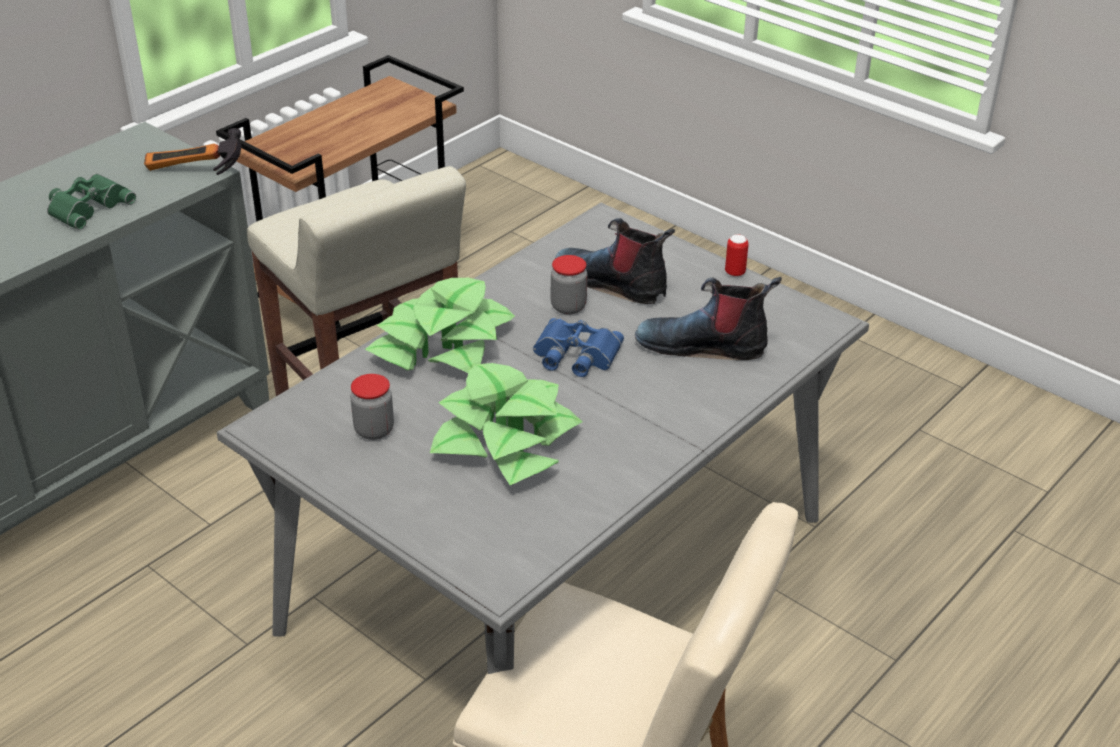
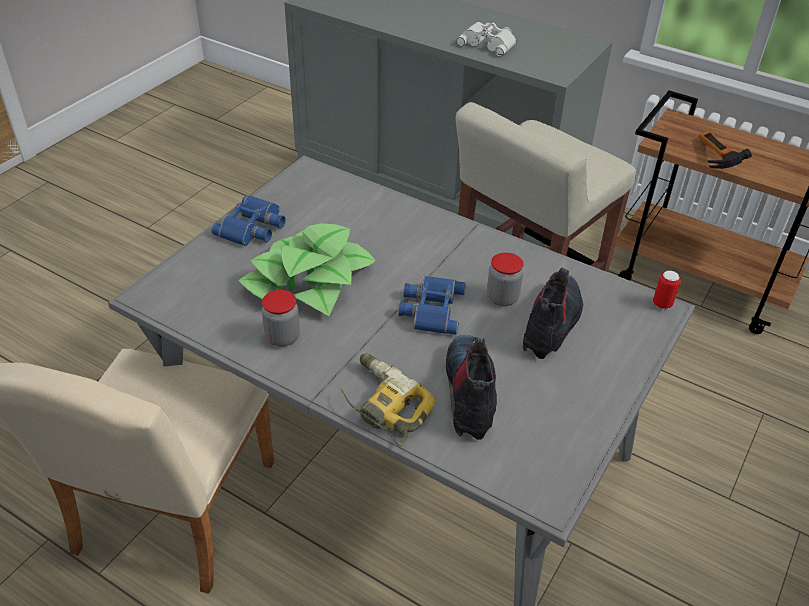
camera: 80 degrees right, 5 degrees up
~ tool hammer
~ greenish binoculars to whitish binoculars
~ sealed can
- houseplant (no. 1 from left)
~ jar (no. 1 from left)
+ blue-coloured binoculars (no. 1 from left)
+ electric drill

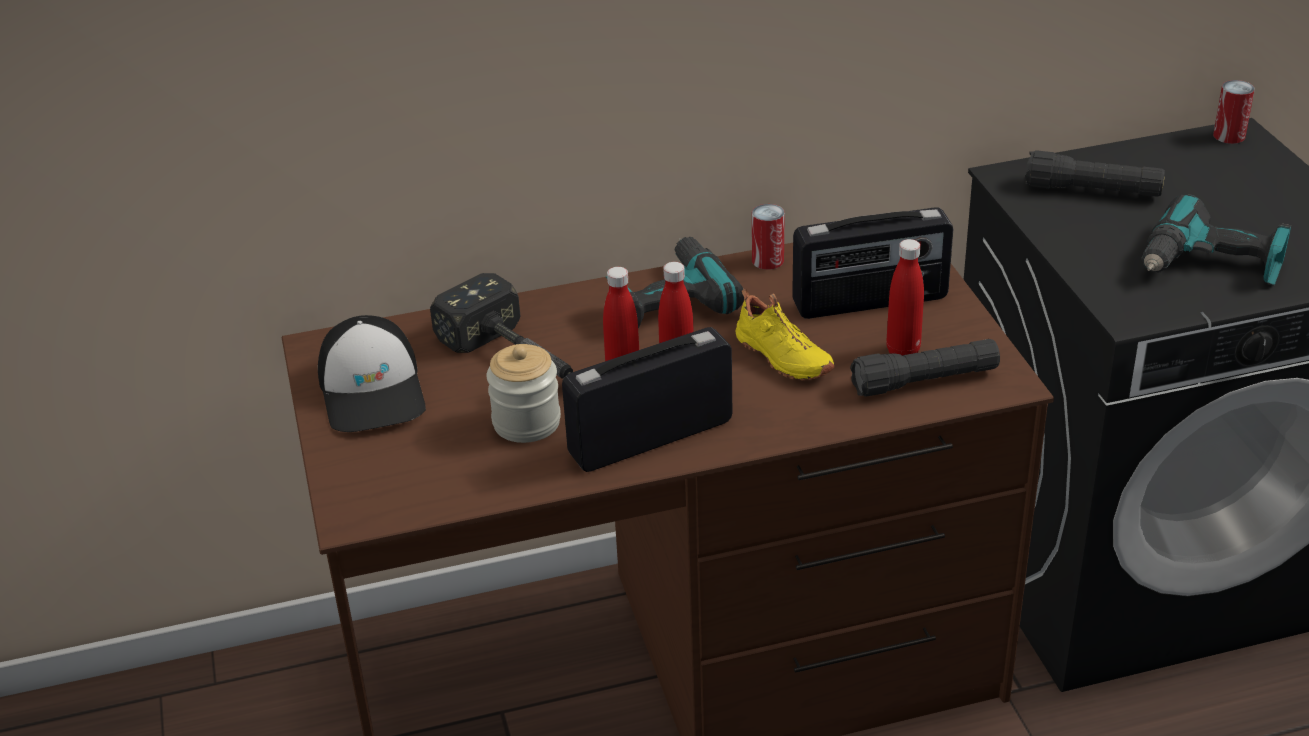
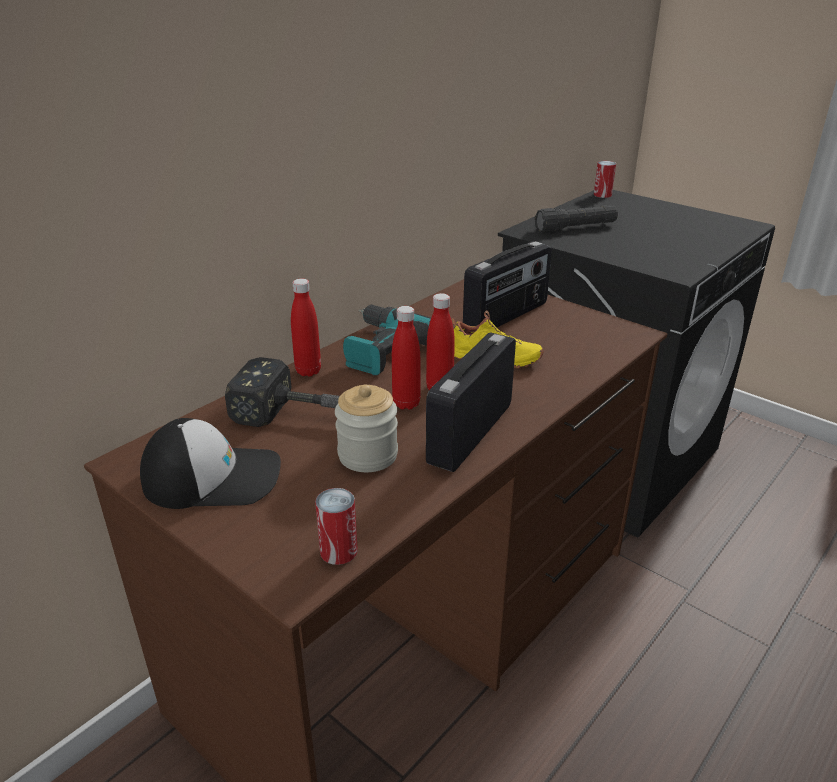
camera: 35 degrees left, 5 degrees down
- electric drill (no. 2 from left)
~ sealed can (no. 1 from left)
~ red-coloured drink bottle (no. 3 from left in the first image) to red-coloured drink bottle (no. 1 from left)
~ baseball cap 45 degrees counterclockwise
- blackish torch (no. 1 from left)

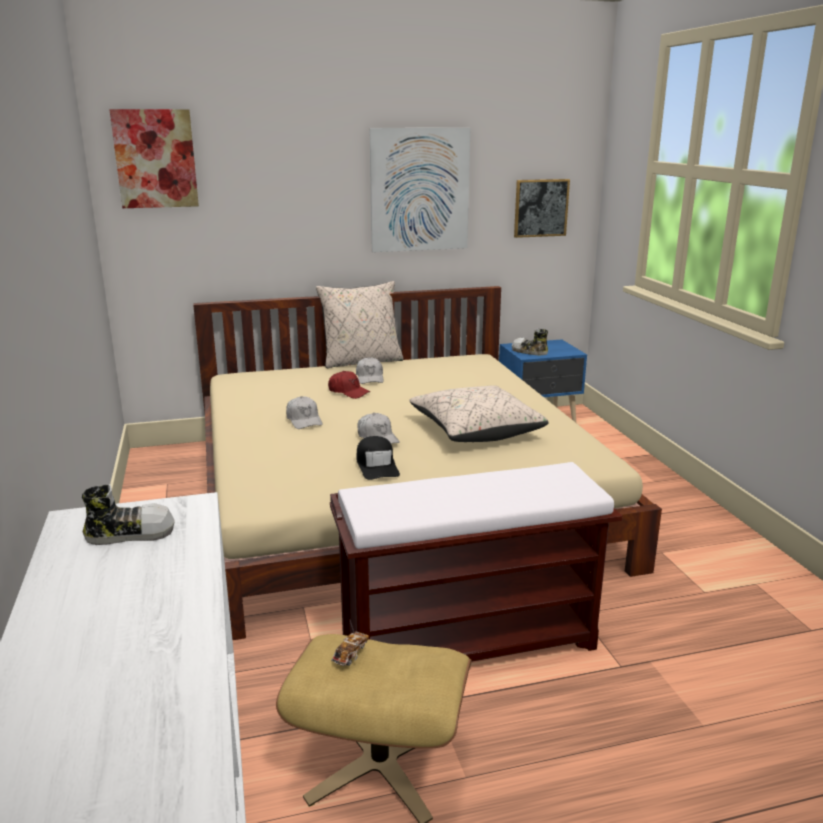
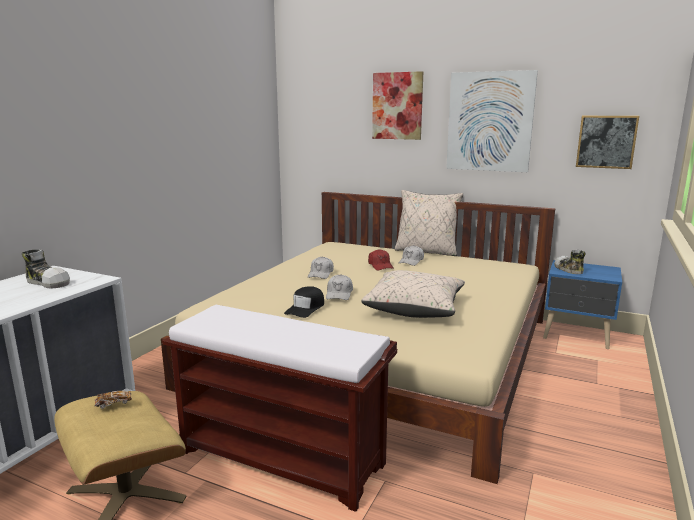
camera: 40 degrees right, 5 degrees down
~ picture (no. 1 from left)

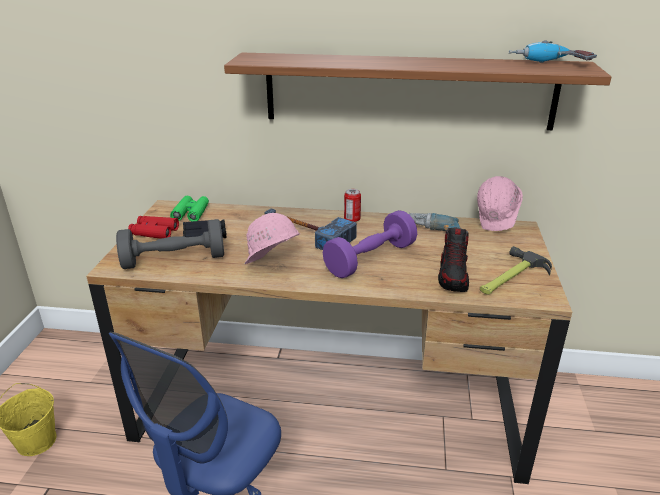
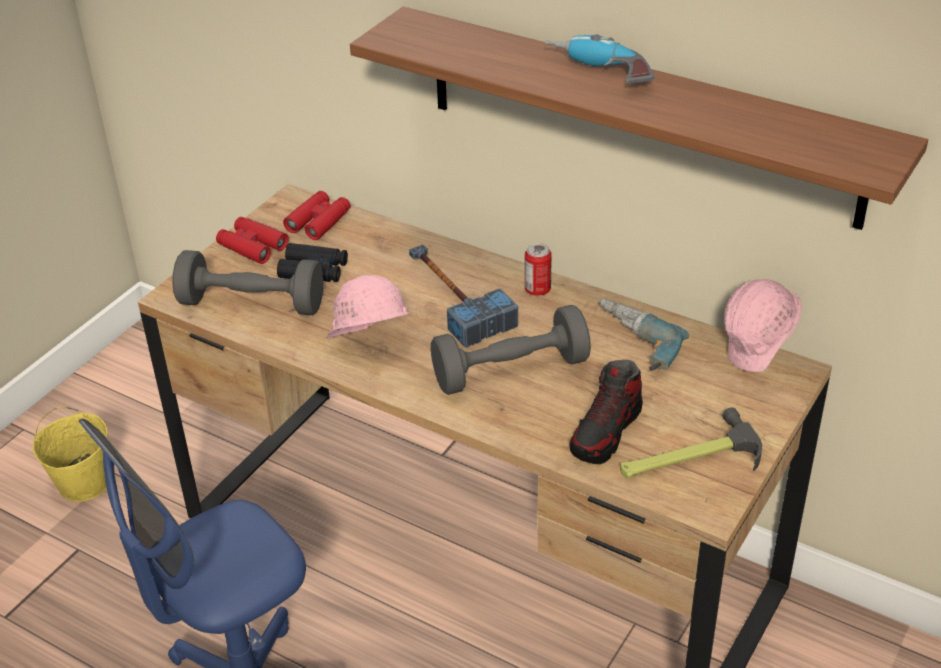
camera: 25 degrees right, 10 degrees up
~ electric drill (no. 2 from left in the first image) to electric drill (no. 1 from left)
~ greenish binoculars to red-coloured binoculars (no. 2 from left)
~ purple-coloured dumbbell to gray dumbbell (no. 2 from left)

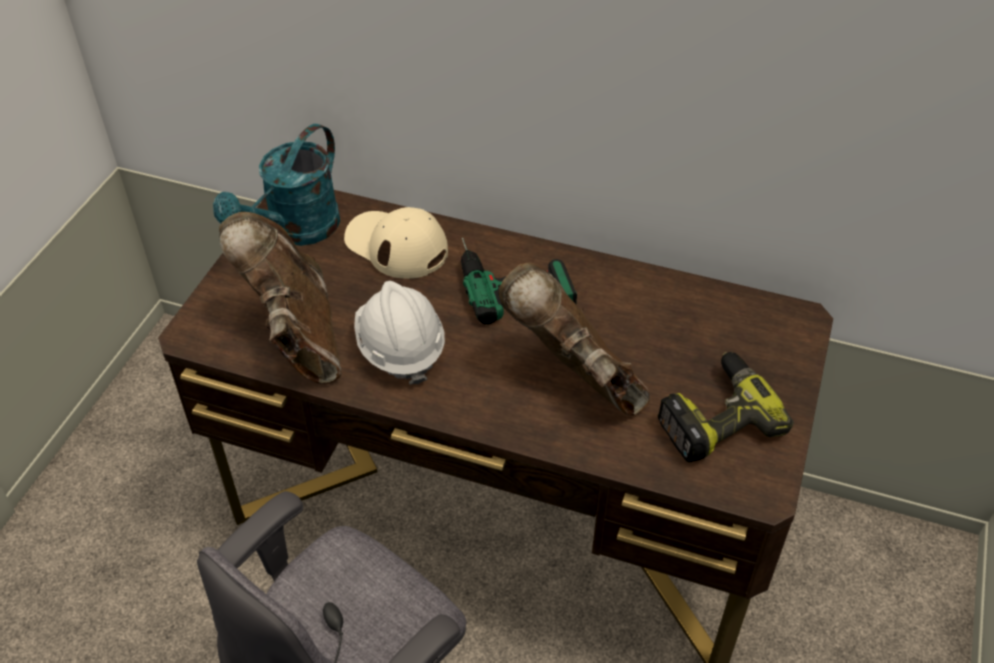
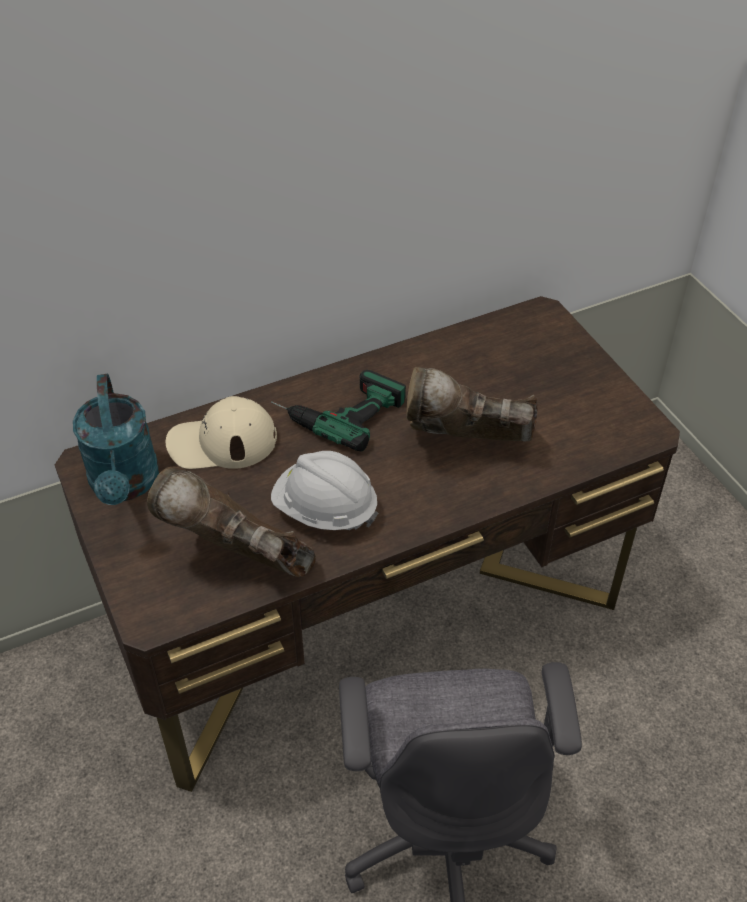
camera: 45 degrees left, 0 degrees up
- electric drill (no. 2 from left)

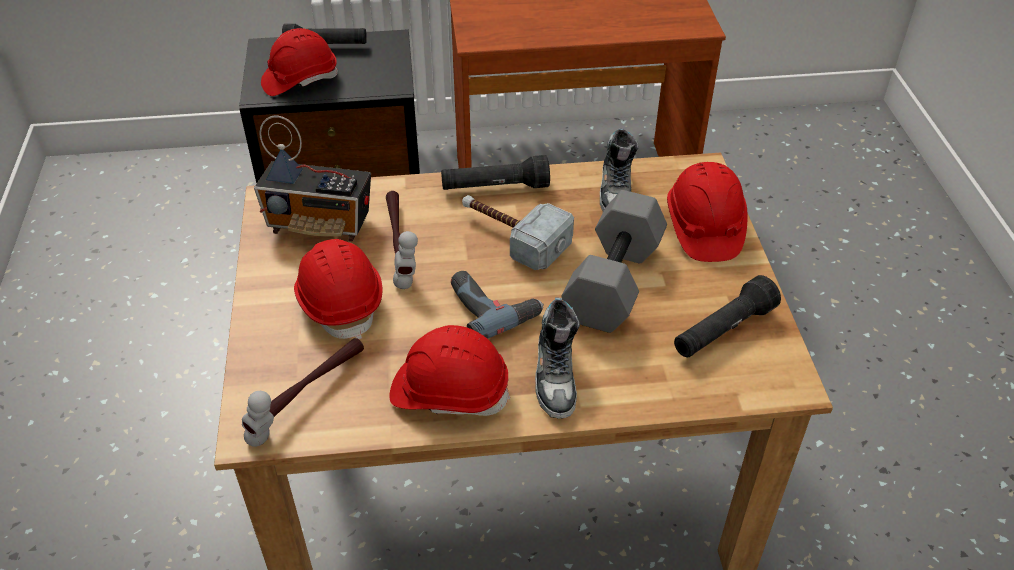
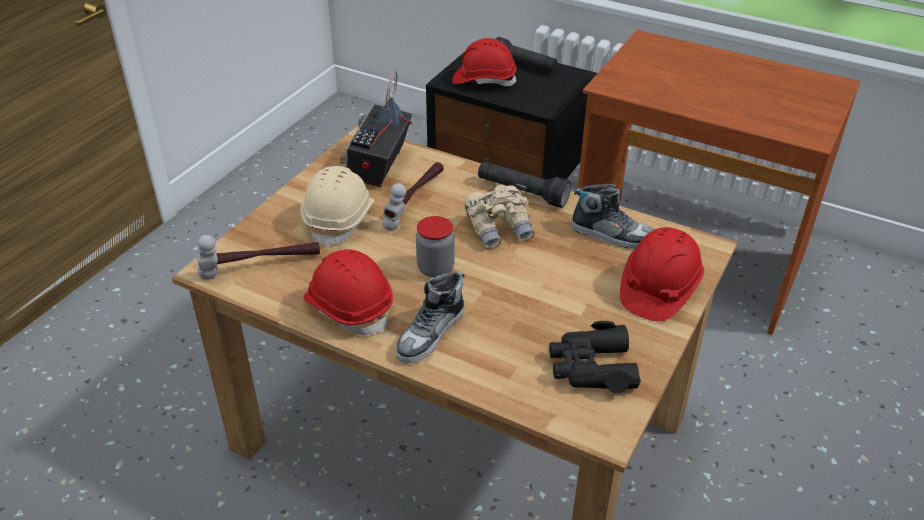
camera: 35 degrees right, 5 degrees down
~ radio set 60 degrees clockwise
~ low shoe (no. 2 from left) 105 degrees counterclockwise
- gray dumbbell
~ tool hammer (no. 3 from left) to beige-coloured binoculars
~ red-coloured hard hat (no. 2 from left) to beige-coloured hard hat
~ electric drill to jar
~ blackish torch (no. 3 from left) to blackish binoculars

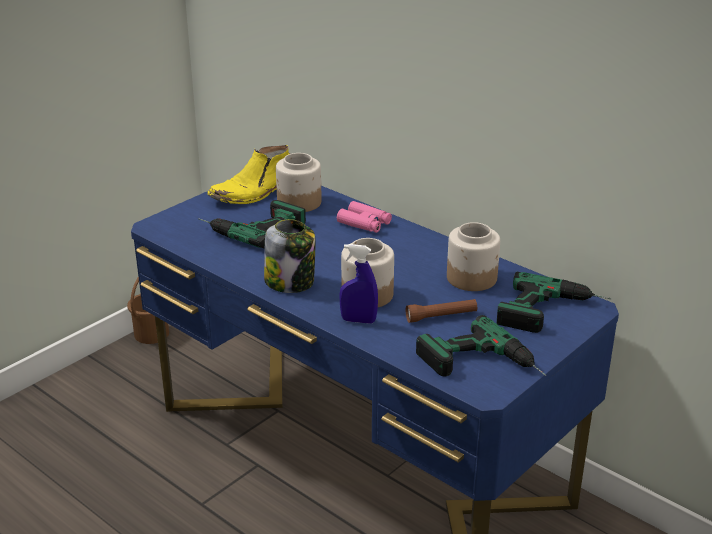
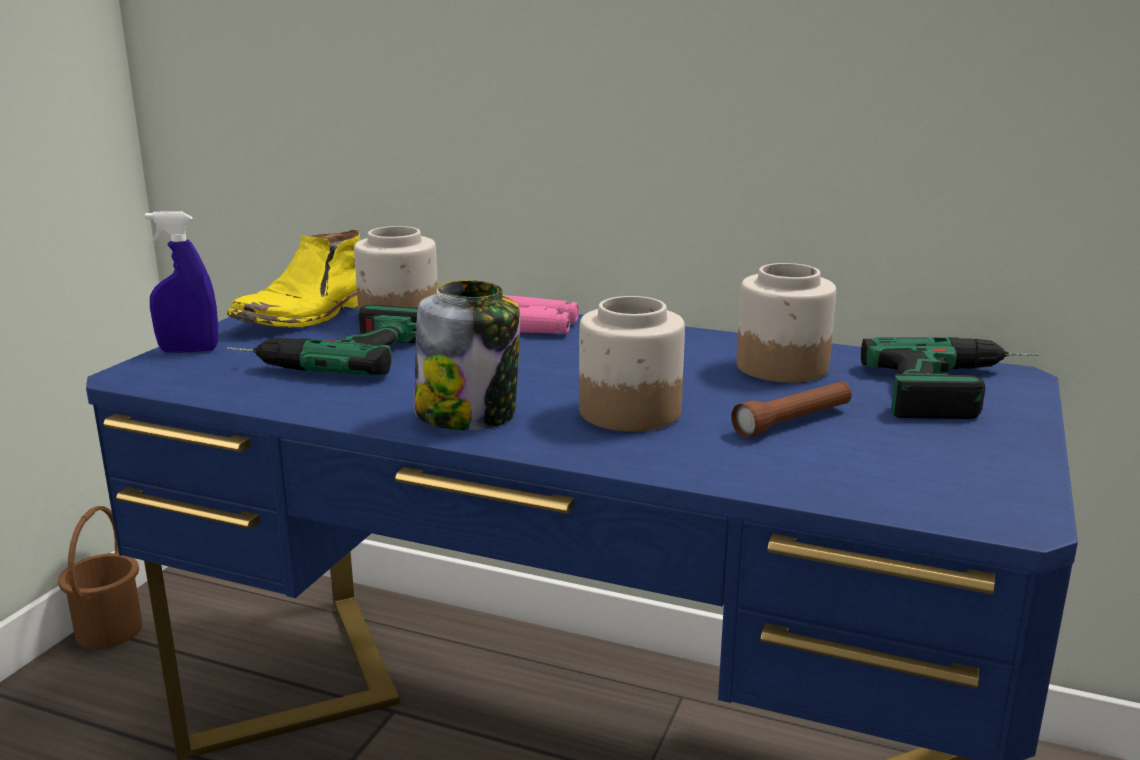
camera: 20 degrees left, 10 degrees down
~ blue-coloured sprayer
- electric drill (no. 2 from left)

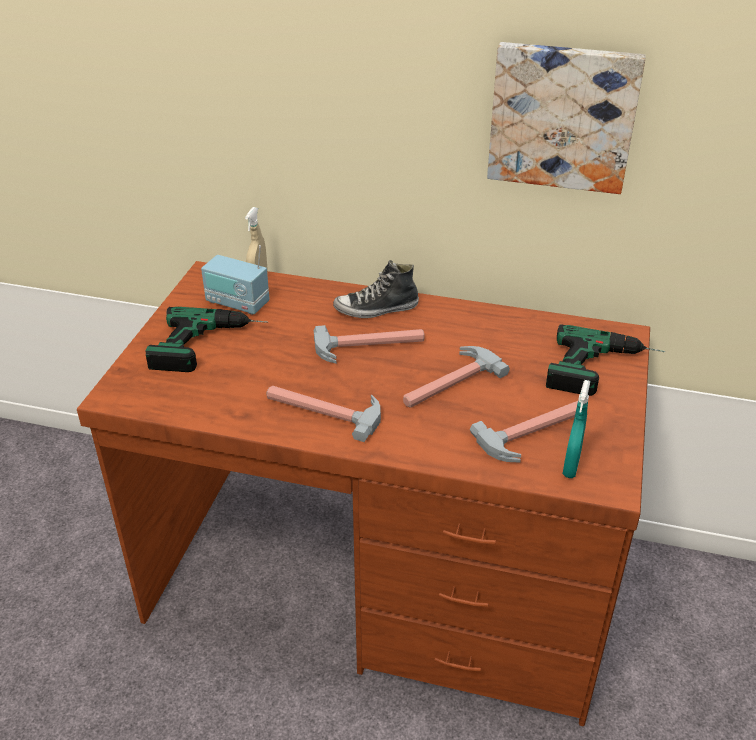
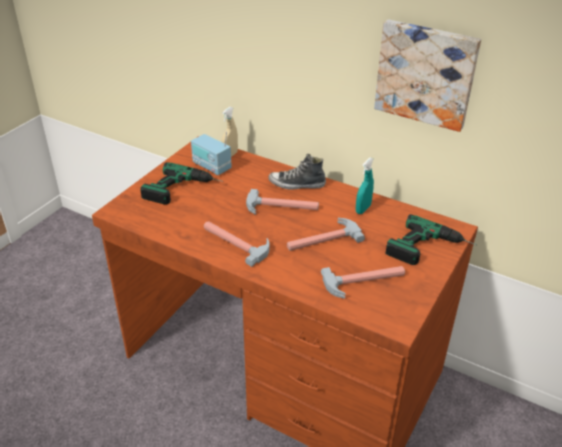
camera: 15 degrees right, 0 degrees up
~ blue-green sprayer

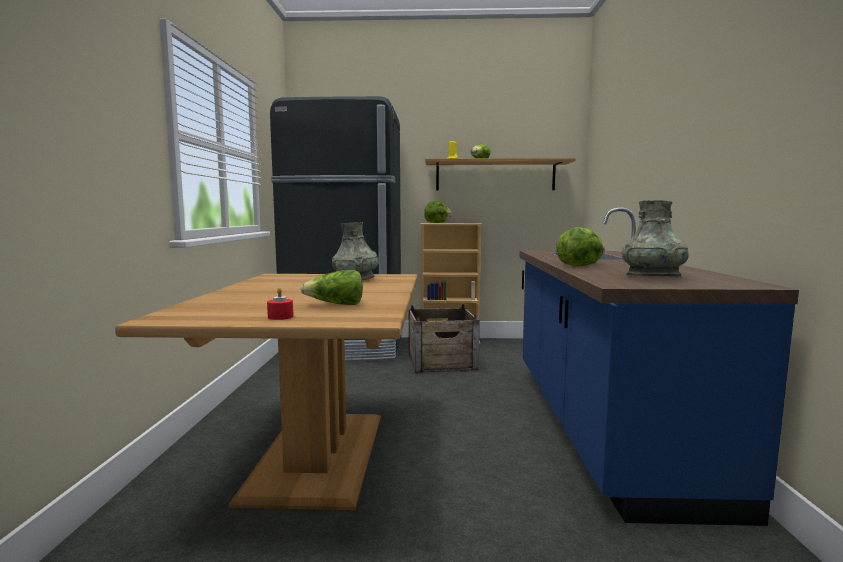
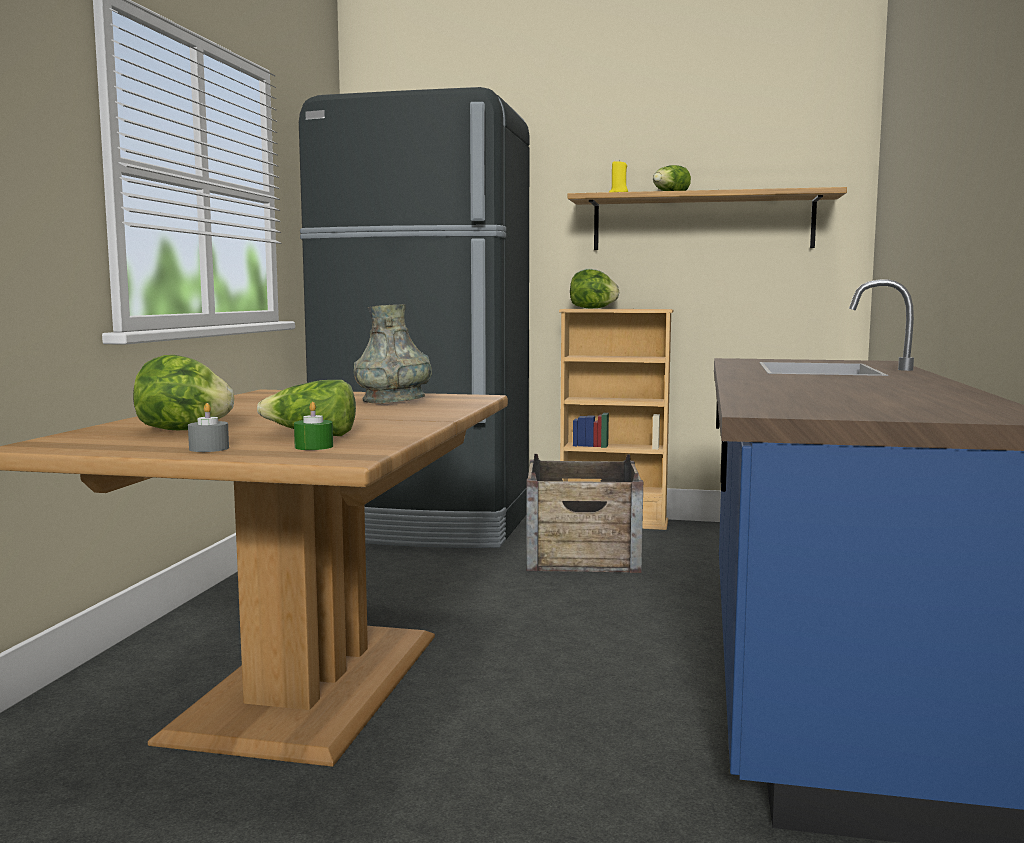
camera: 10 degrees right, 0 degrees up
- gray decorative vase (no. 2 from left)
~ lettuce head (no. 4 from left in the first image) to lettuce head (no. 1 from left)
~ red-coloured candle to gray candle
+ greenish candle

